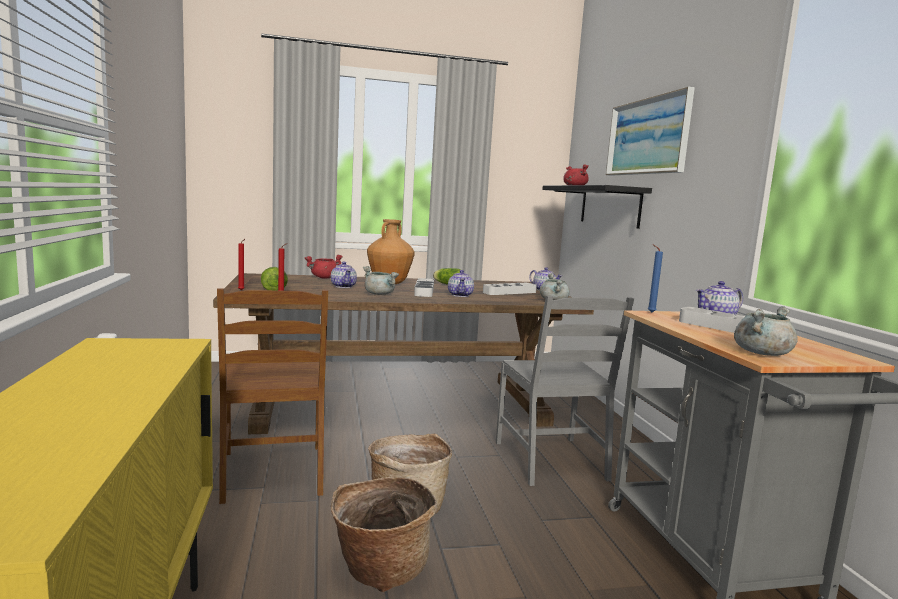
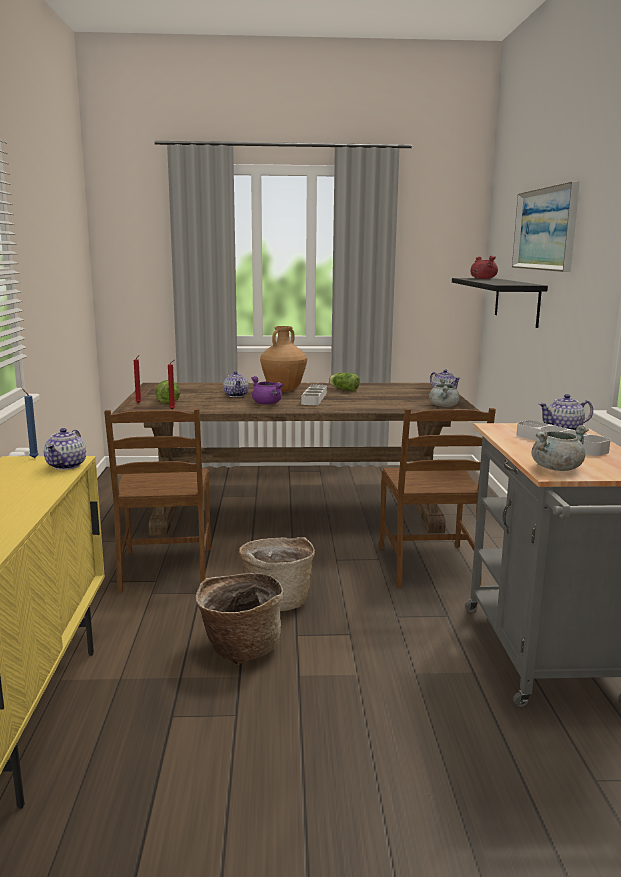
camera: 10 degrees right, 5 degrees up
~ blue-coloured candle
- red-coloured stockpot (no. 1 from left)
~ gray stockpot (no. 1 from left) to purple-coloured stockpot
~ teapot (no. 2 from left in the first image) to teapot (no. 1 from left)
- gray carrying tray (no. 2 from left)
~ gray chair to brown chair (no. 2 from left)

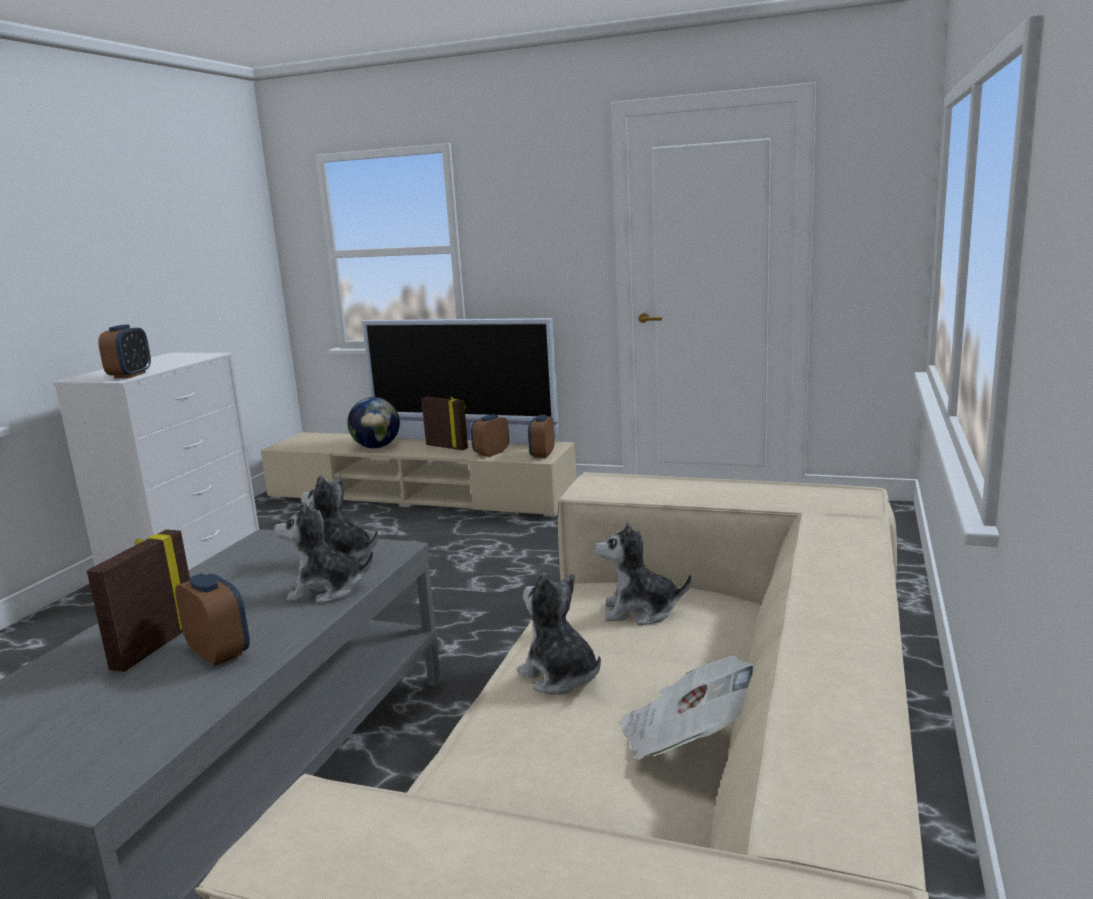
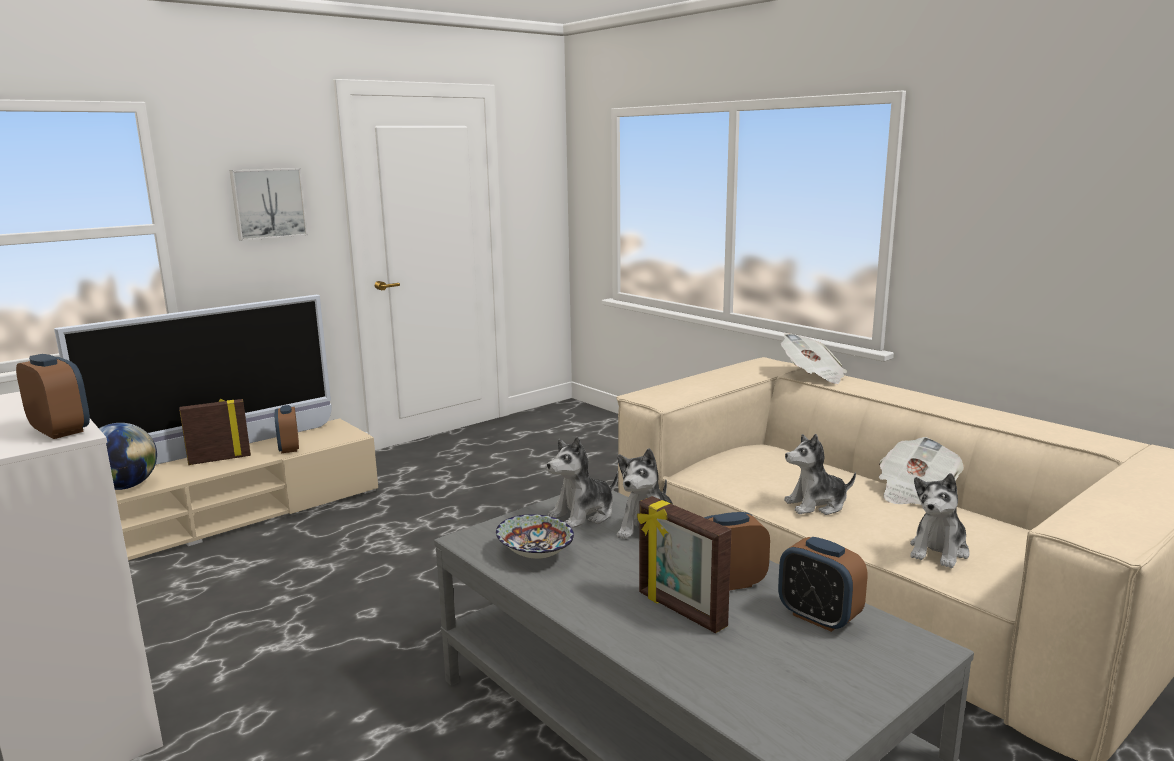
camera: 60 degrees left, 0 degrees up
~ alarm clock (no. 4 from left)
~ plush toy (no. 4 from left)
+ picture
+ newspaper (no. 1 from left)
+ bowl

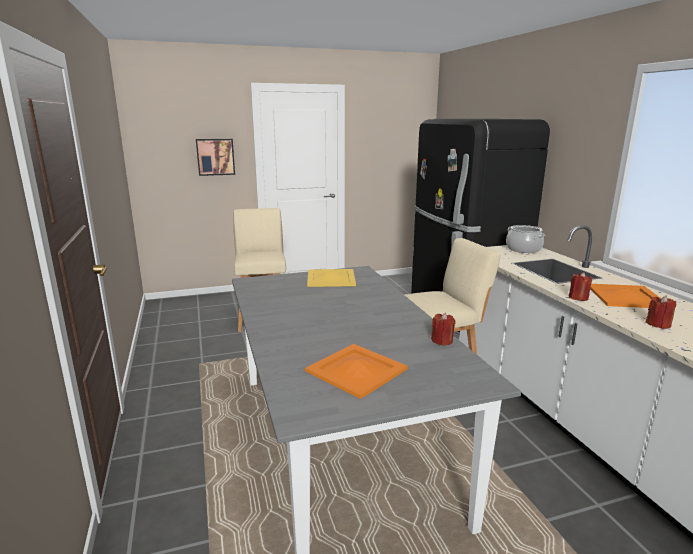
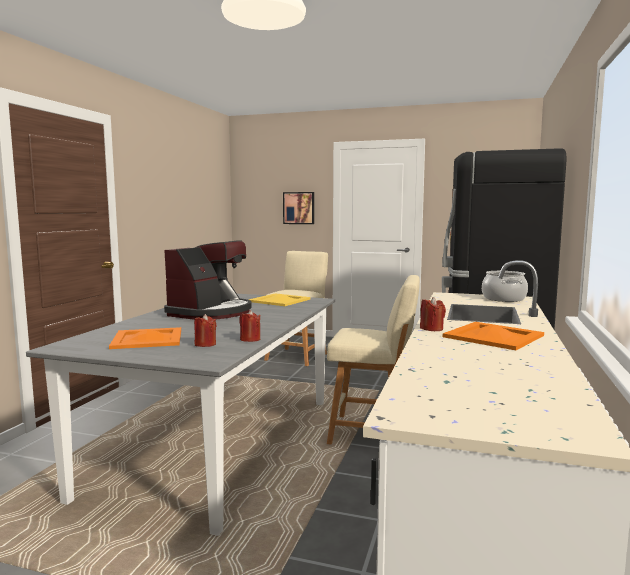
camera: 35 degrees right, 10 degrees down
~ red-coloured candle (no. 3 from left in the first image) to red-coloured candle (no. 1 from left)
+ coffee brewer

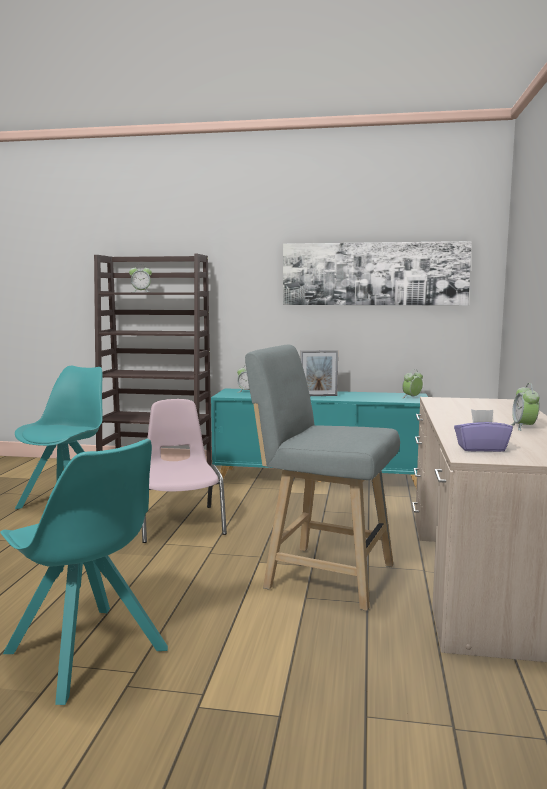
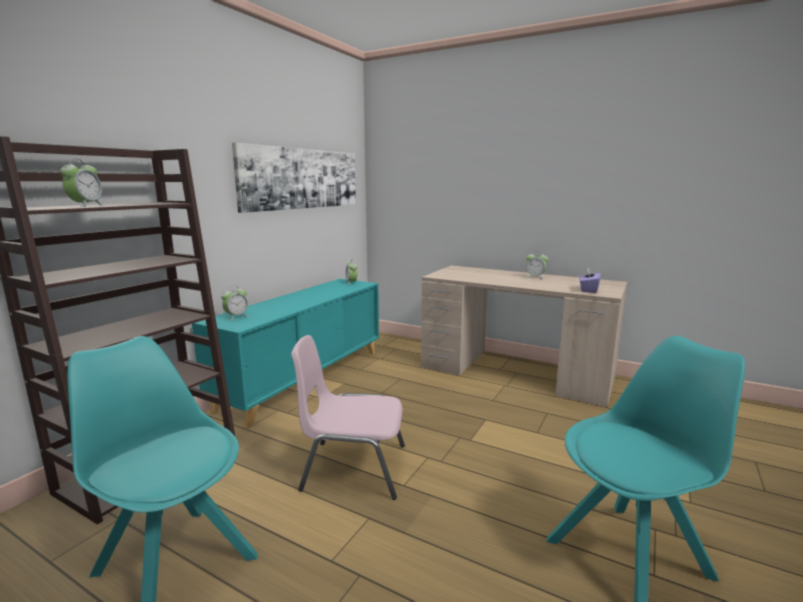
camera: 70 degrees left, 5 degrees up
- gray stool seat
- photo frame

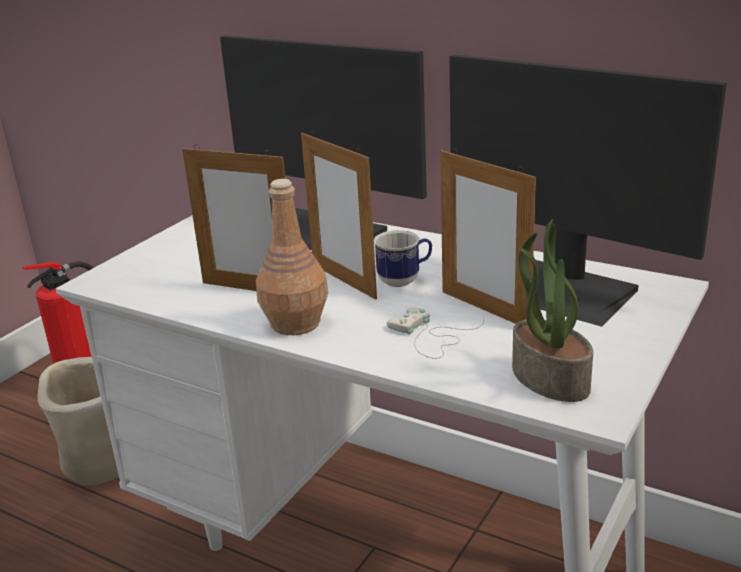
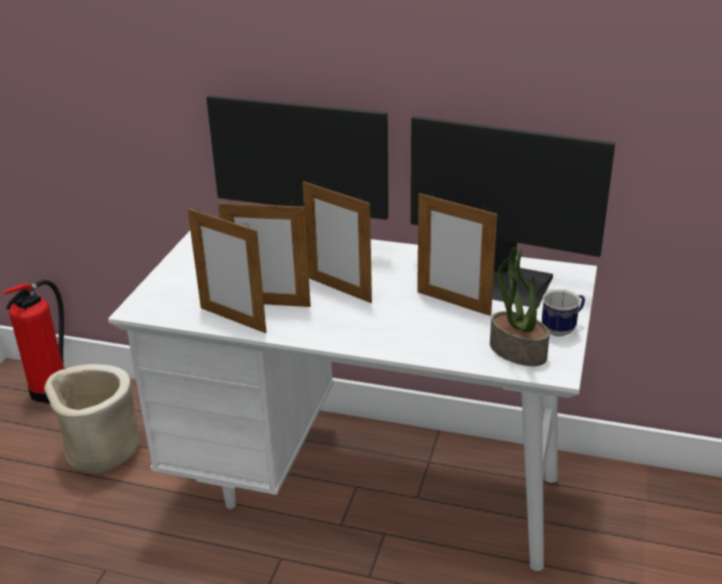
camera: 15 degrees left, 5 degrees up
- brown drink bottle
~ tea mug
- whitish game controller
+ photo frame (no. 1 from left)

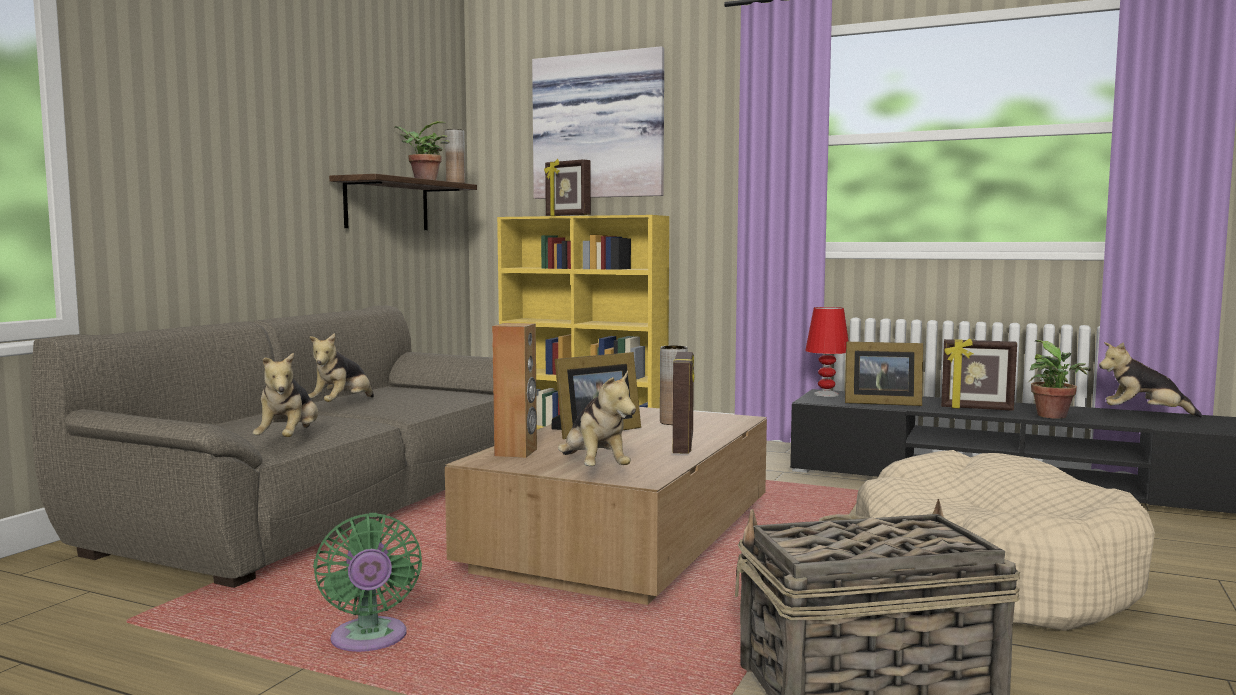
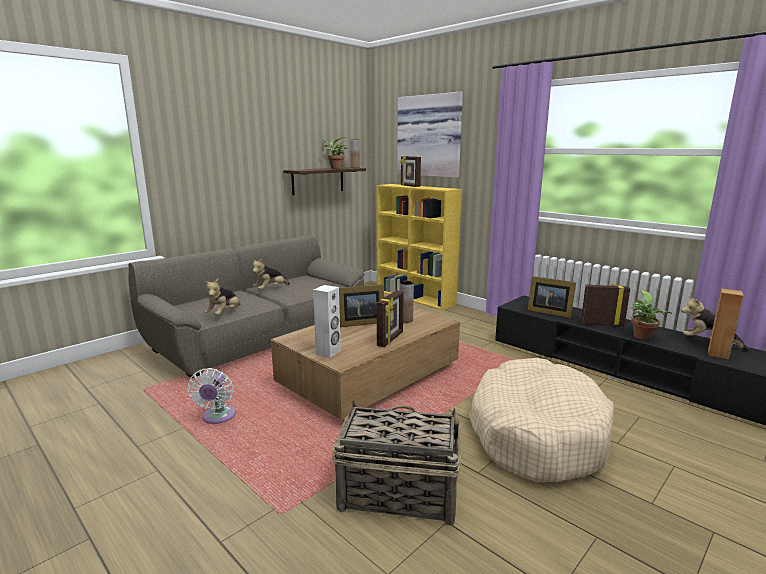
camera: 20 degrees right, 10 degrees up
- red-coloured lamp for a table
~ brown audio speaker
~ photo frame (no. 5 from left) 150 degrees clockwise
~ plush toy (no. 3 from left) to whitish audio speaker
~ greenish fan to whitish fan

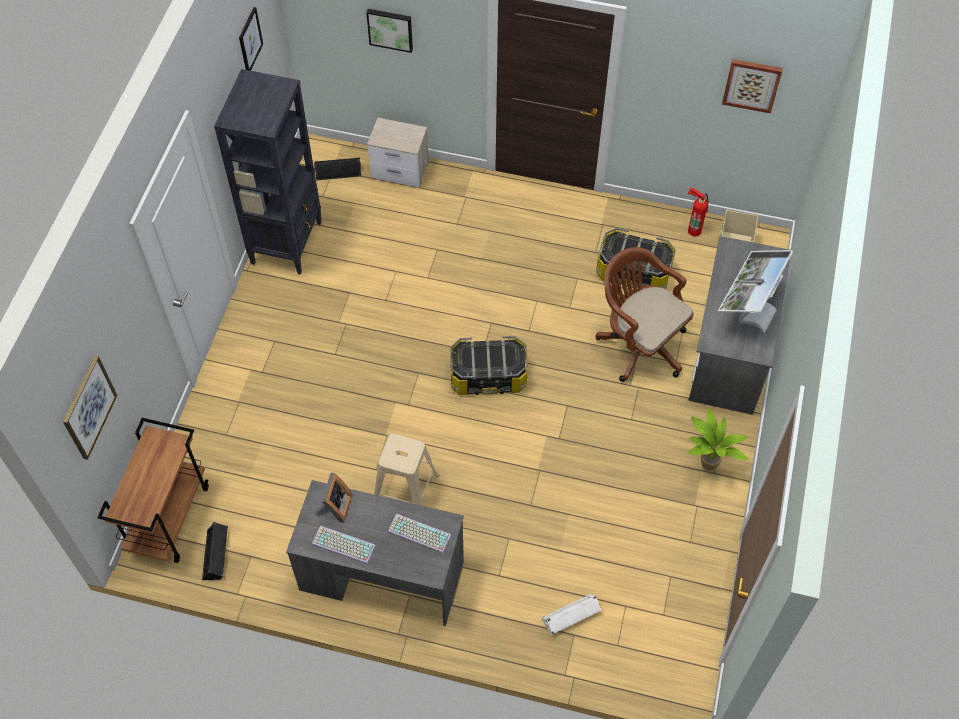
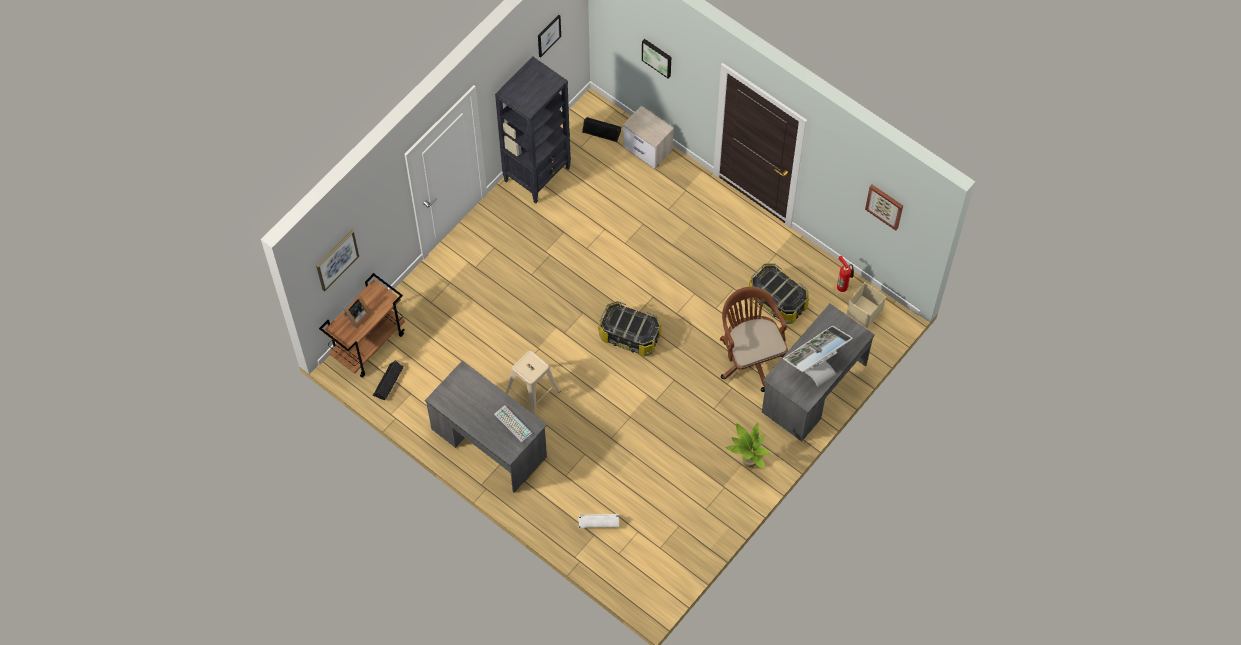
camera: 25 degrees right, 5 degrees up
~ photo frame
- computer keyboard (no. 1 from left)

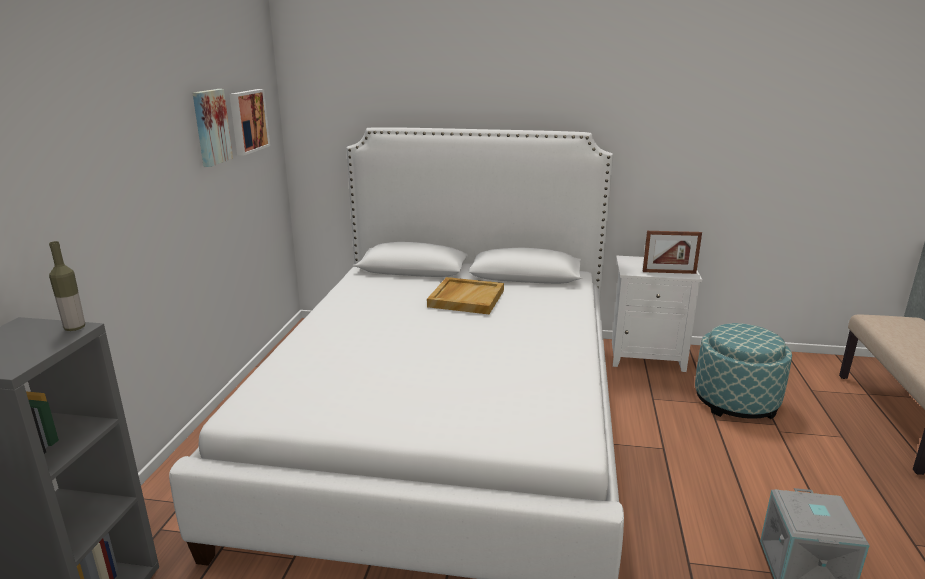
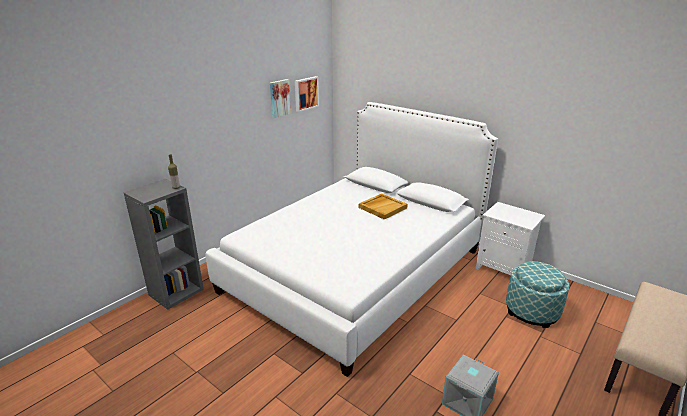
camera: 30 degrees right, 5 degrees up
- photo frame

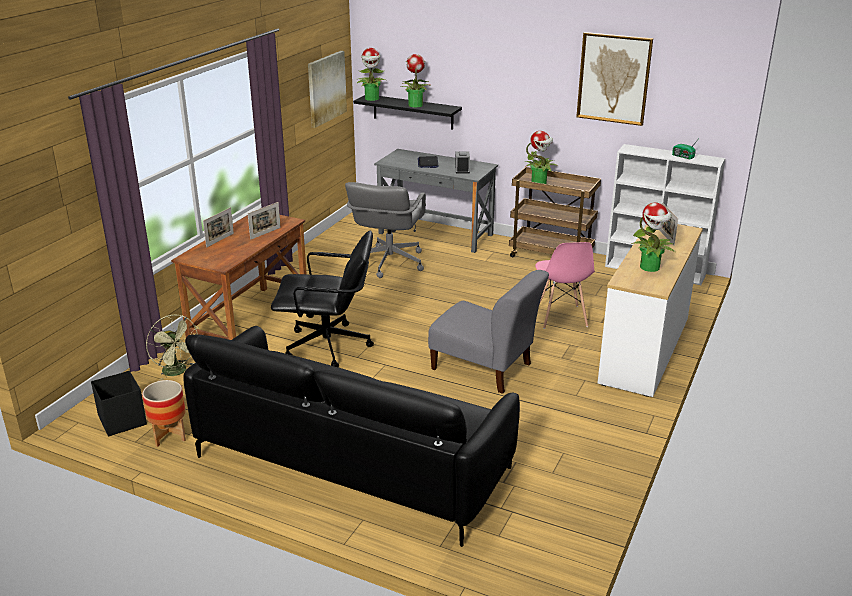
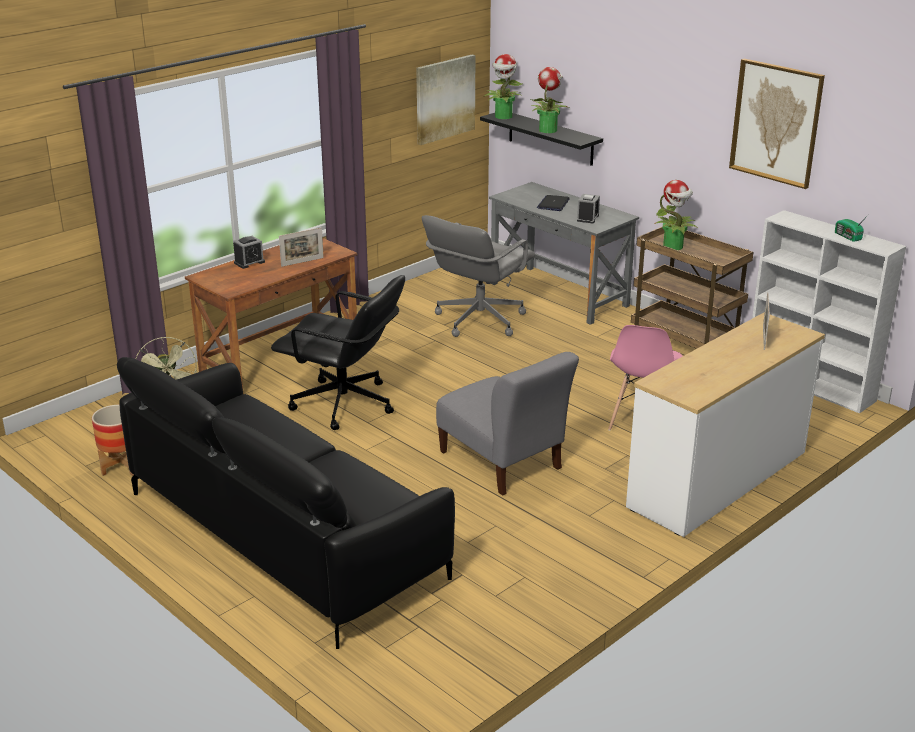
camera: 20 degrees right, 0 degrees up
- houseplant (no. 4 from left)
~ photo frame (no. 1 from left) to alarm clock (no. 1 from left)
- blackish storage box

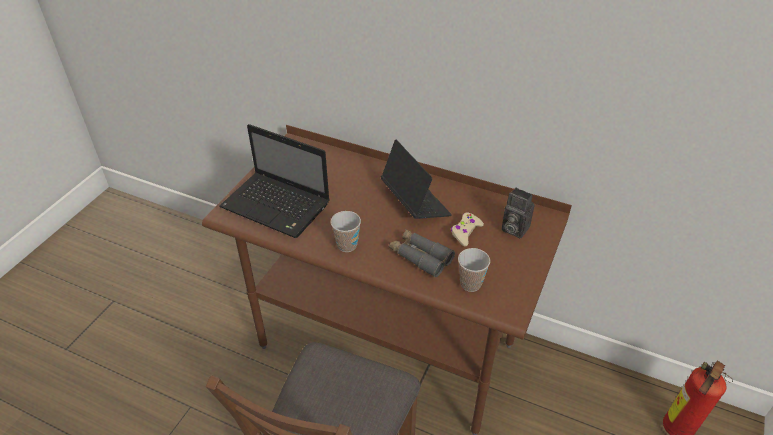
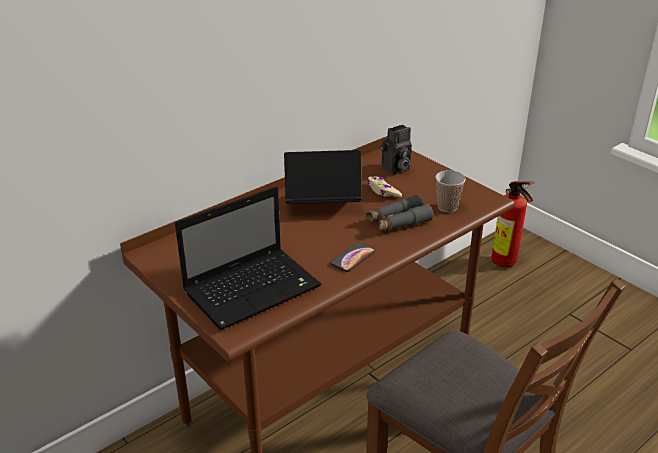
camera: 65 degrees left, 10 degrees down
~ drinking cup (no. 1 from left) to telephone

